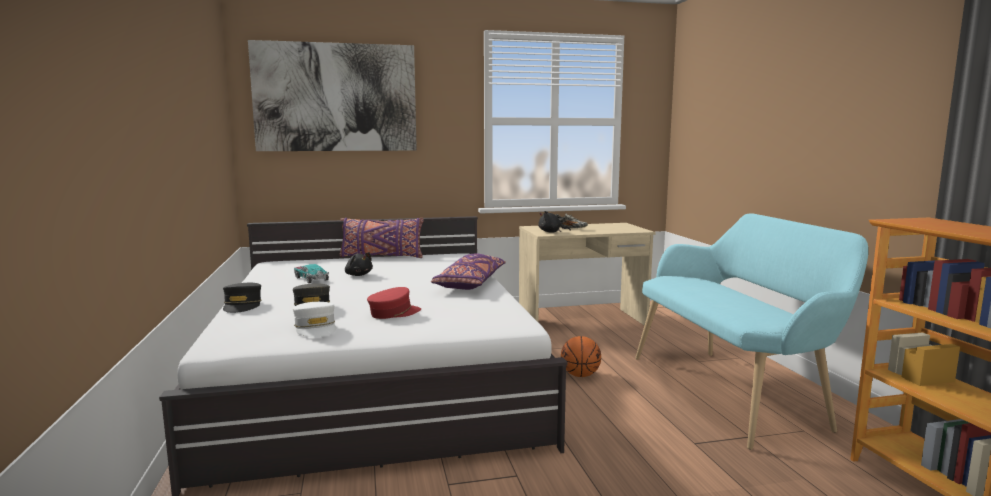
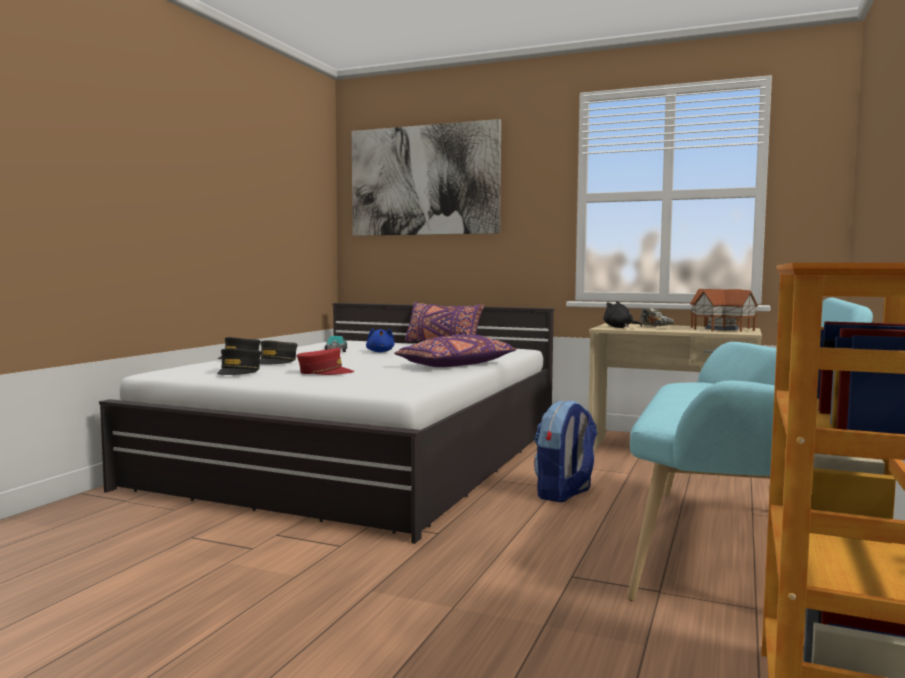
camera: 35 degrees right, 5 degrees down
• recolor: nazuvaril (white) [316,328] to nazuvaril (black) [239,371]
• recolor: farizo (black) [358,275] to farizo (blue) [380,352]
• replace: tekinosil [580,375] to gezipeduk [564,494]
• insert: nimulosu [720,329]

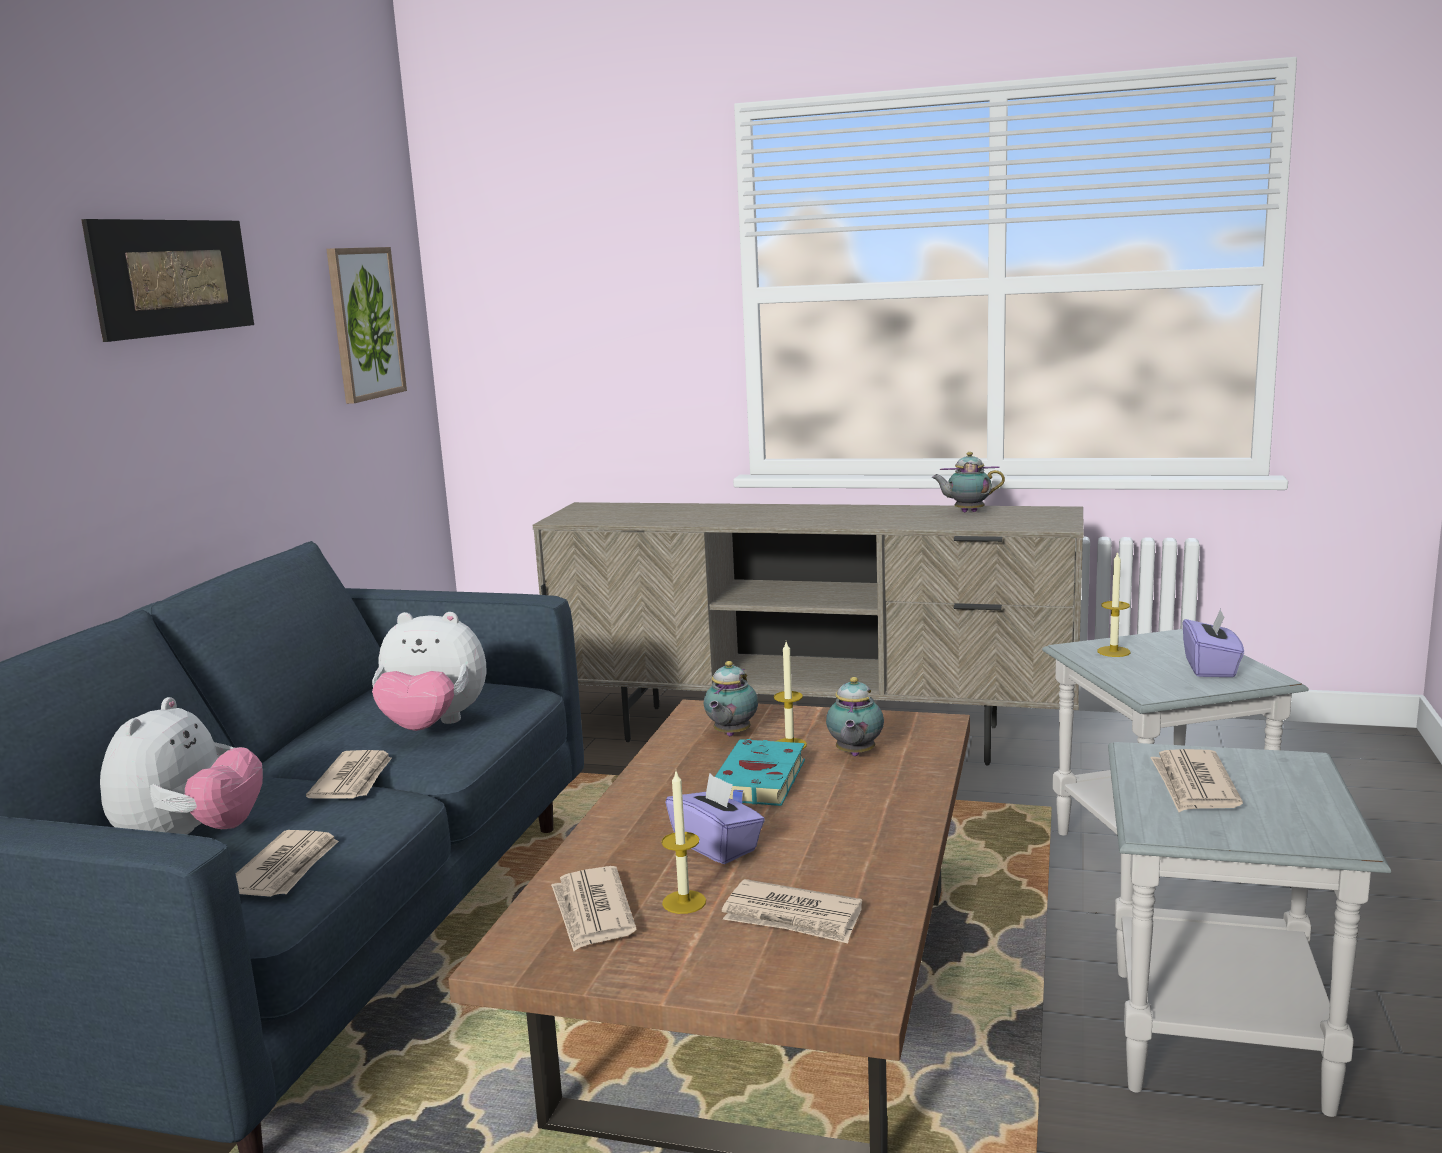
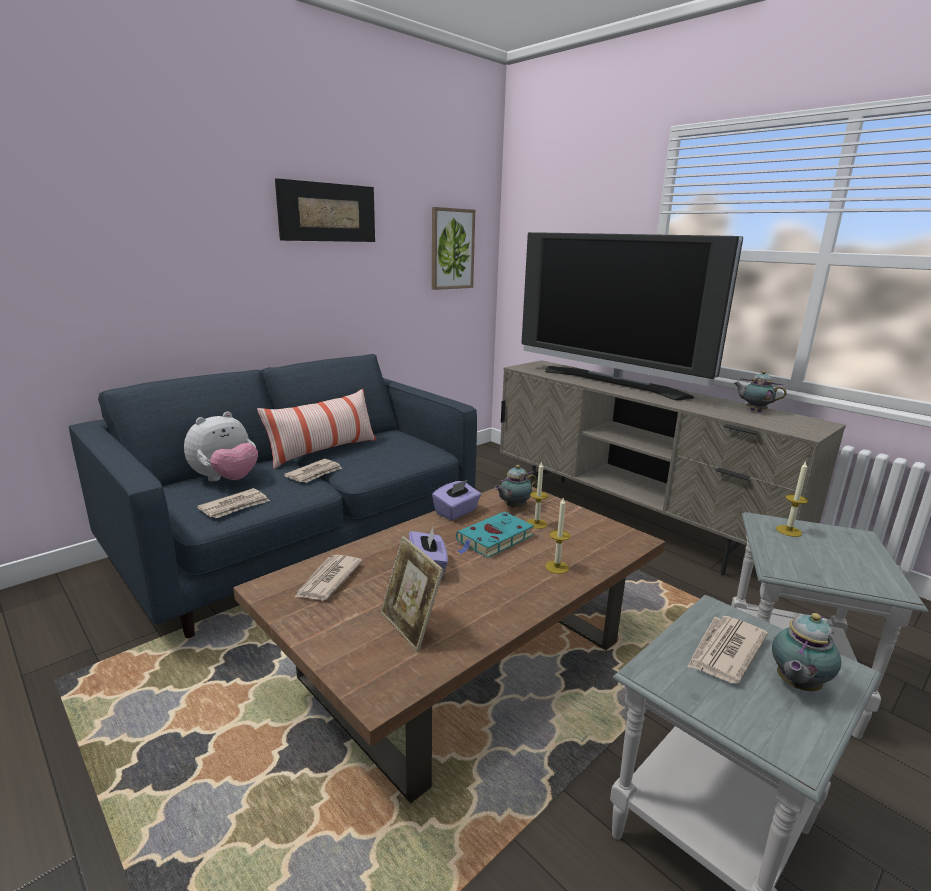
camera: 30 degrees right, 5 degrees up
• delete: farizo [433,726]
• move: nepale [684,902] to [557,567]
• replace: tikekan [793,917] to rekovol [410,627]
• move: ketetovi [854,754] to [795,685]
• move: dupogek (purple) [1211,668] to [456,512]
• insert: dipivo [323,451]
• insert: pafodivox [613,382]

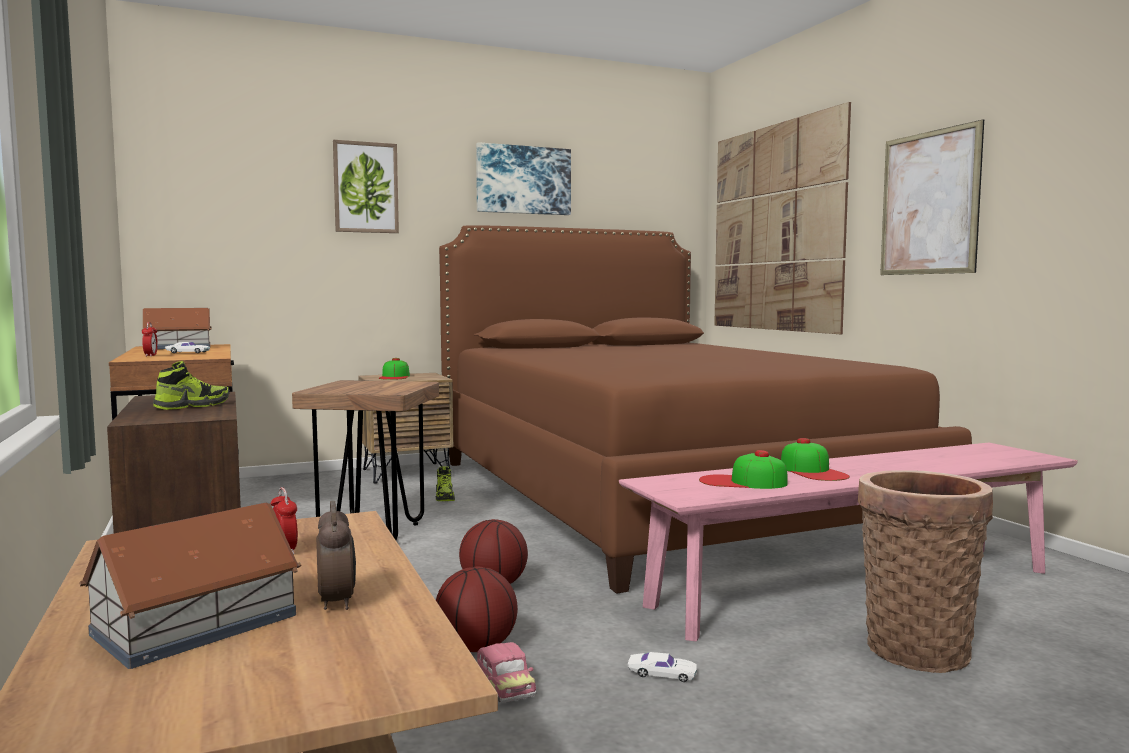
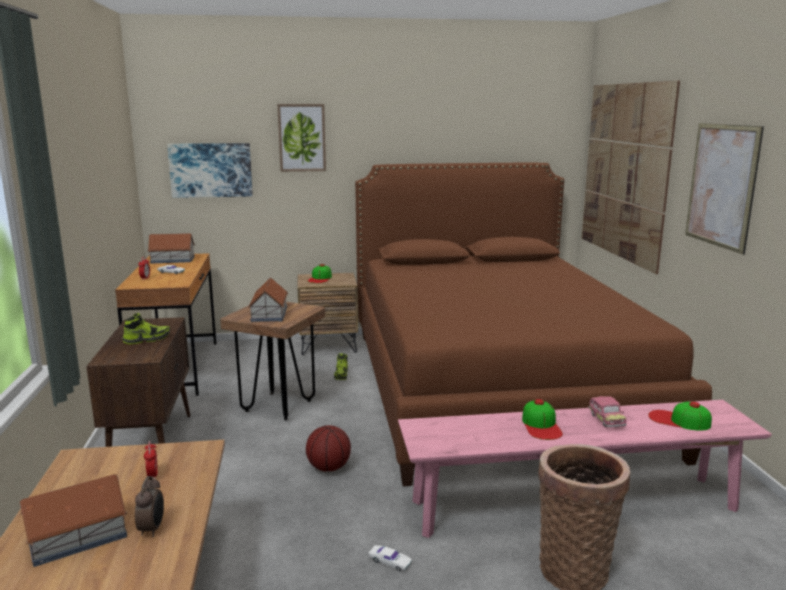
camera: 15 degrees right, 10 degrees up
• delete: tekinosil [475,647]
• move: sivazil [523,180] to [211,170]
• move: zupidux [505,687] to [606,419]
• move: nazuvaril [742,482] to [679,420]
• insert: nimulosu [269,314]

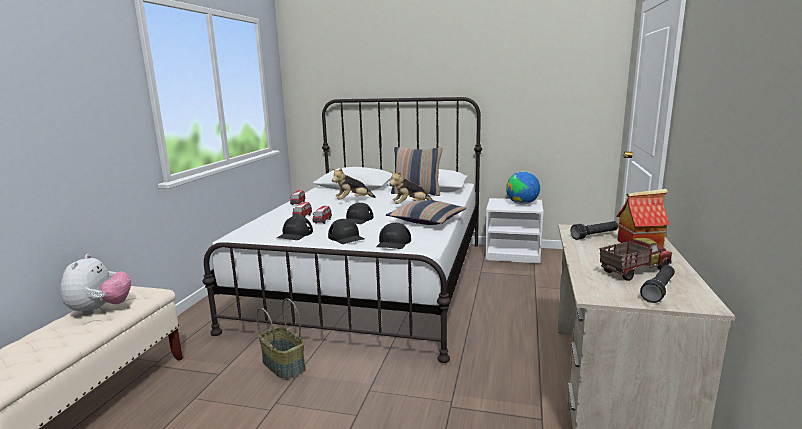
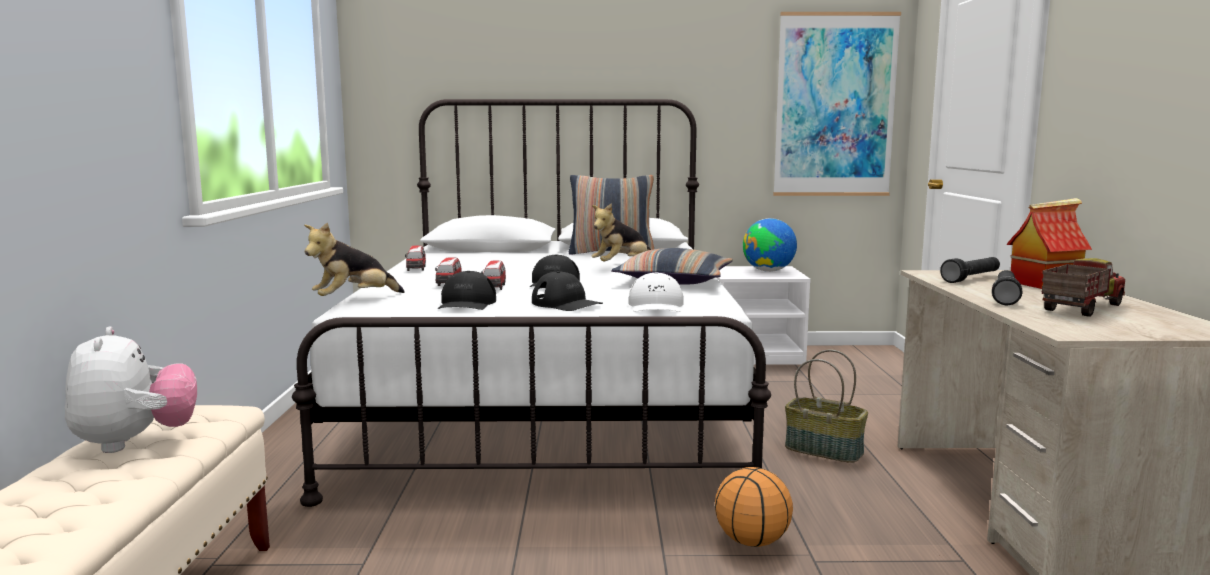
camera: 15 degrees left, 5 degrees down
• move: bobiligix [284,365] to [825,450]
• move: farizo [353,201] to [354,300]
• recolor: nazuvaril (black) [393,243] to nazuvaril (white) [656,306]
• move: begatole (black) [659,290] to [1005,297]
• insert: tekinosil [753,542]
• insert: sivazil [835,105]

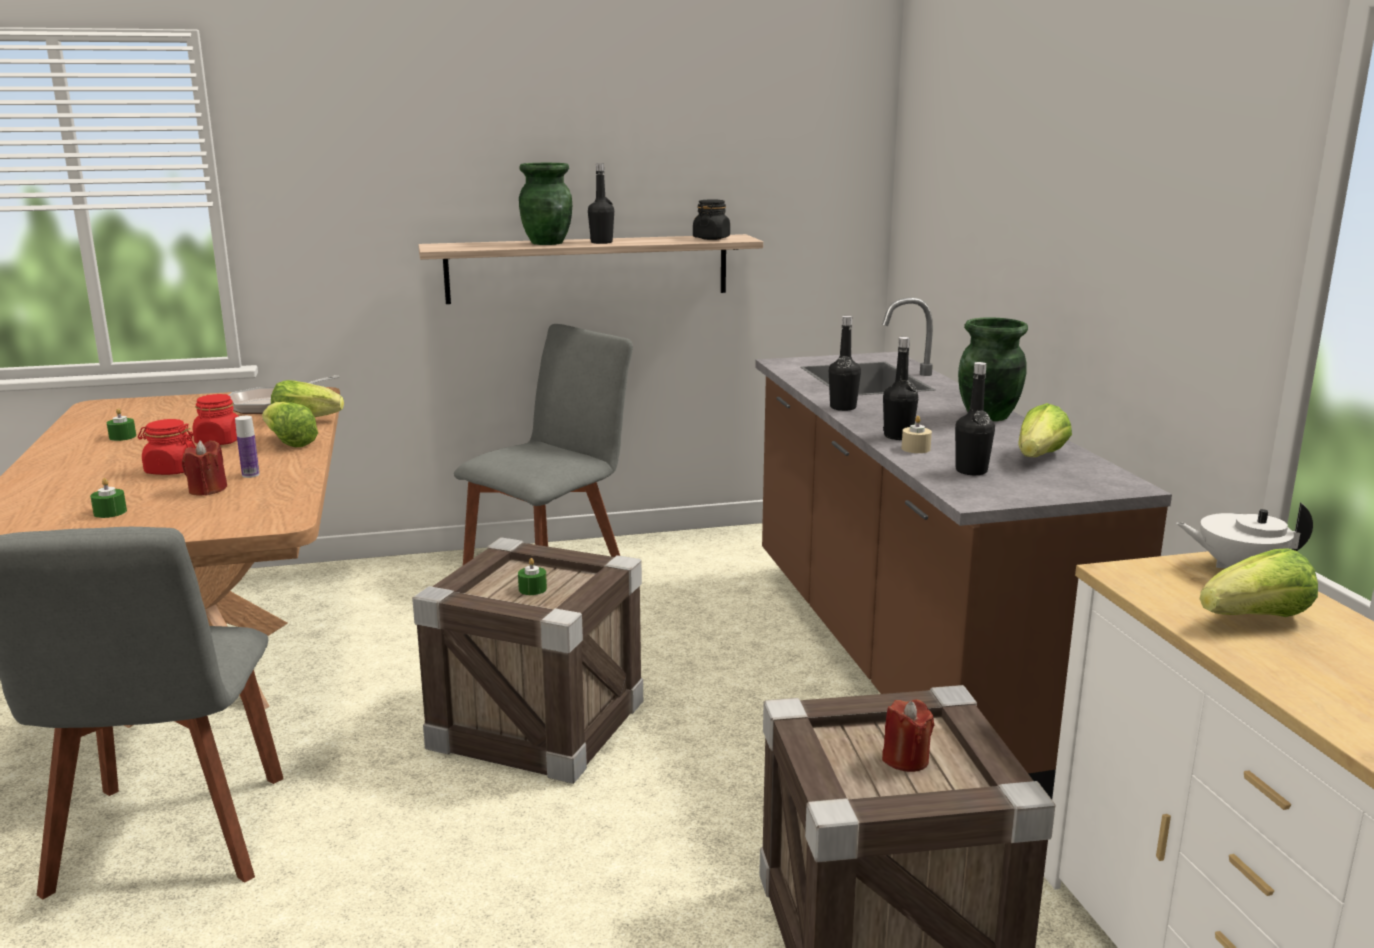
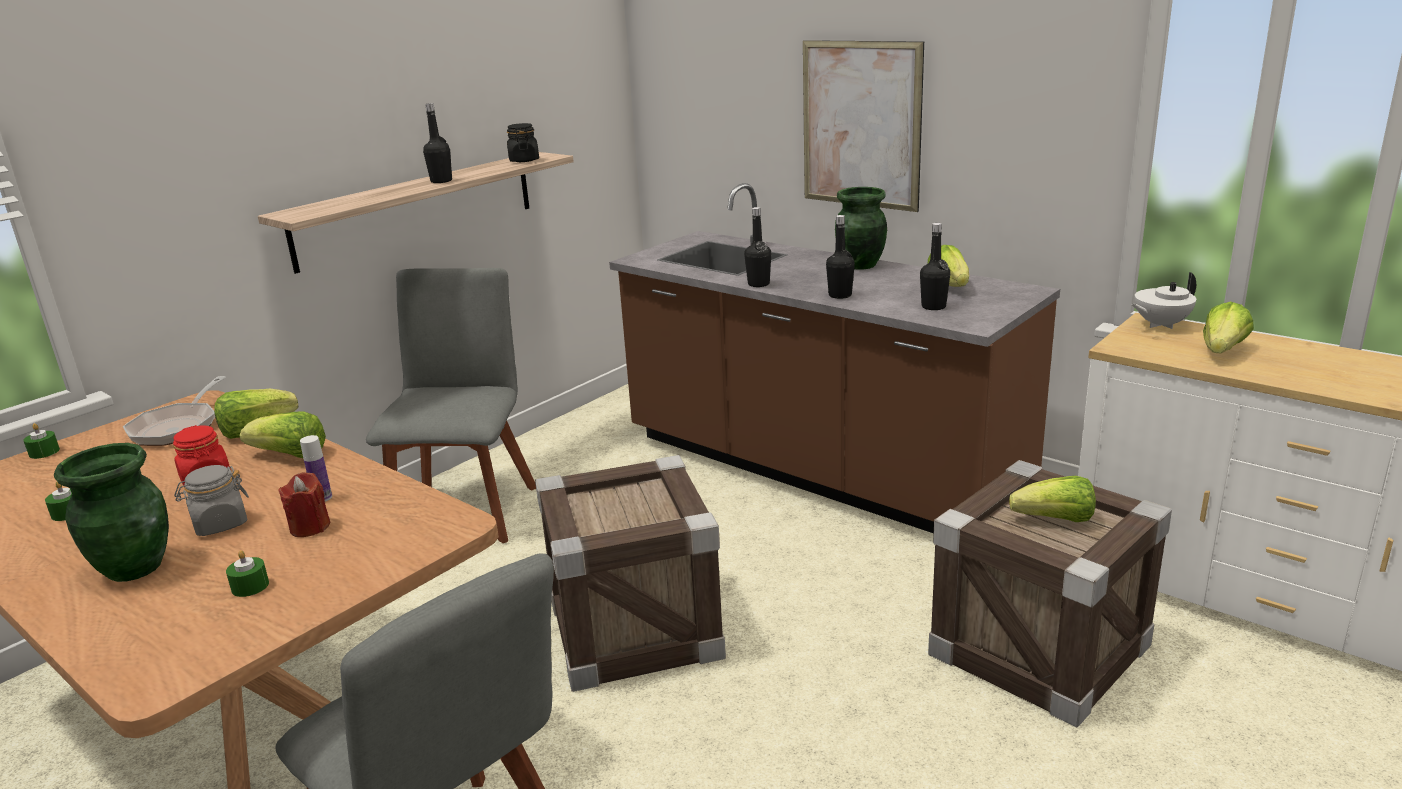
camera: 35 degrees left, 5 degrees up
• recolor: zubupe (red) [171,470] to zubupe (grey) [220,524]
• move: nepale (green) [532,589] to [44,452]
• move: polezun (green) [548,243] to [136,567]
• replace: nepale (red) [905,759] to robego [1055,520]
• delete: nepale (beige) [915,449]
• insert: sivazil [860,125]

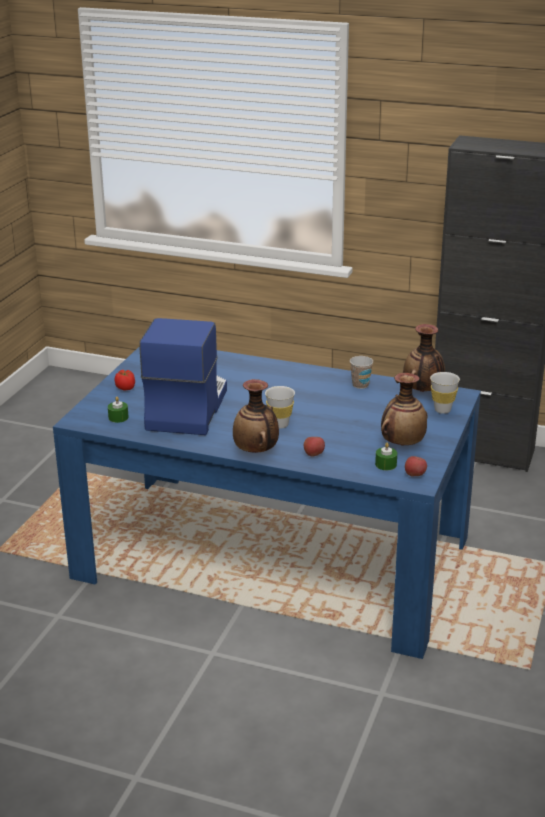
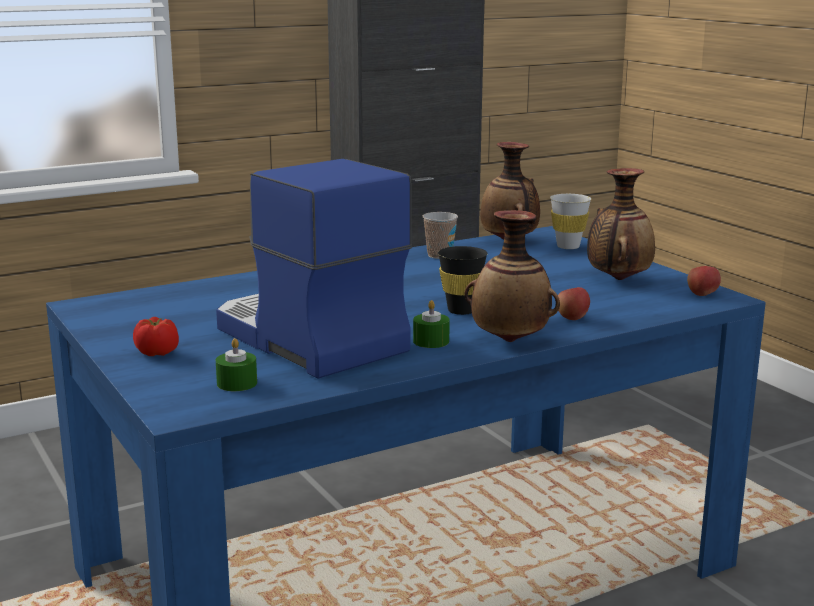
camera: 50 degrees left, 10 degrees down
• recolor: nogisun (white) [280,425] to nogisun (black) [461,310]
• move: nepale (green) [386,464] to [431,341]

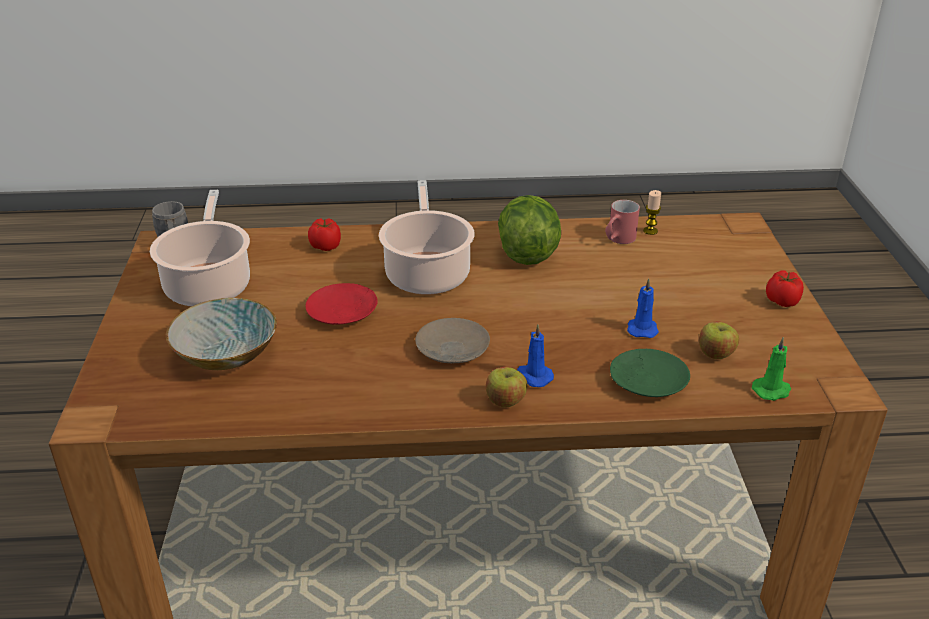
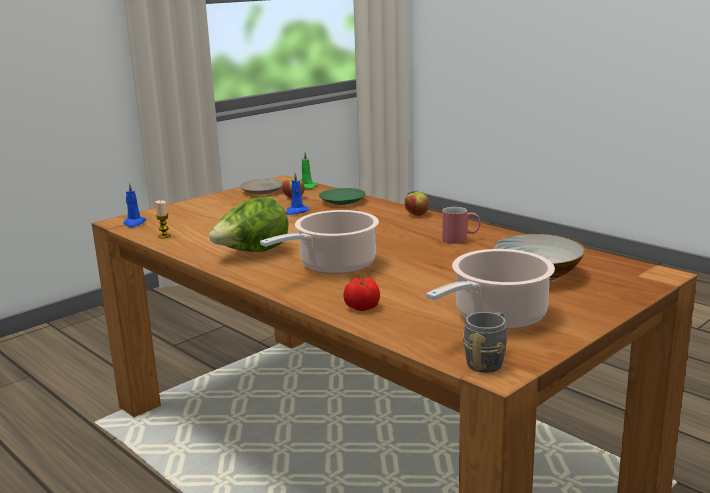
camera: 130 degrees left, 15 degrees down
• delete: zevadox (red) [343,312]
• move: zevadox (beige) [452,349] to [262,191]
• move: nepale (blue) [533,376] to [134,223]
• move: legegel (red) [618,240] to [461,239]
• delete: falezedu [783,301]

